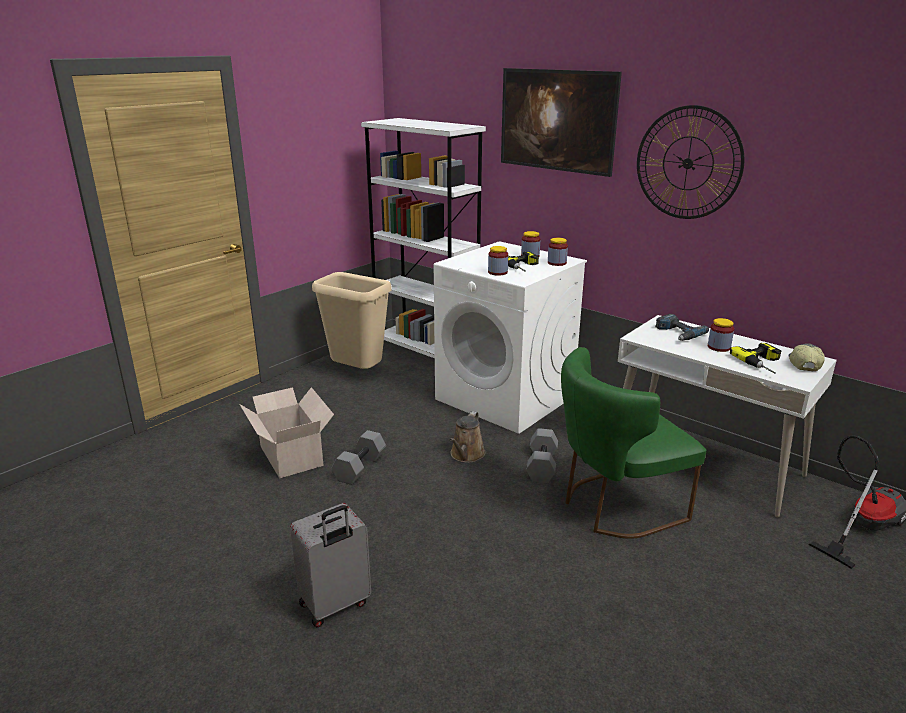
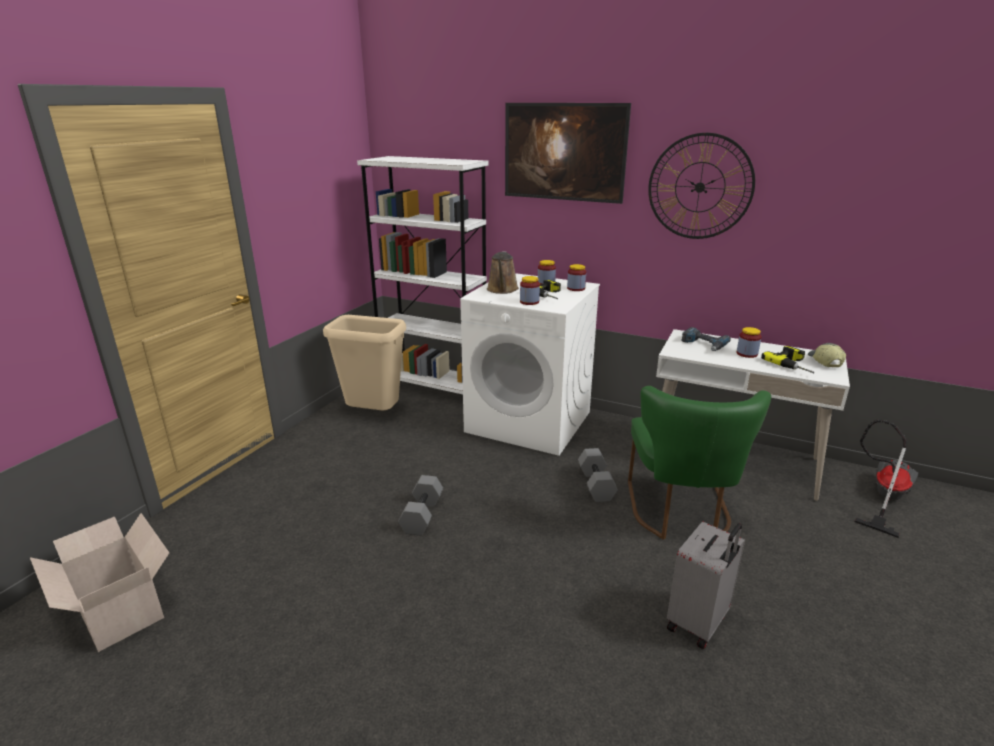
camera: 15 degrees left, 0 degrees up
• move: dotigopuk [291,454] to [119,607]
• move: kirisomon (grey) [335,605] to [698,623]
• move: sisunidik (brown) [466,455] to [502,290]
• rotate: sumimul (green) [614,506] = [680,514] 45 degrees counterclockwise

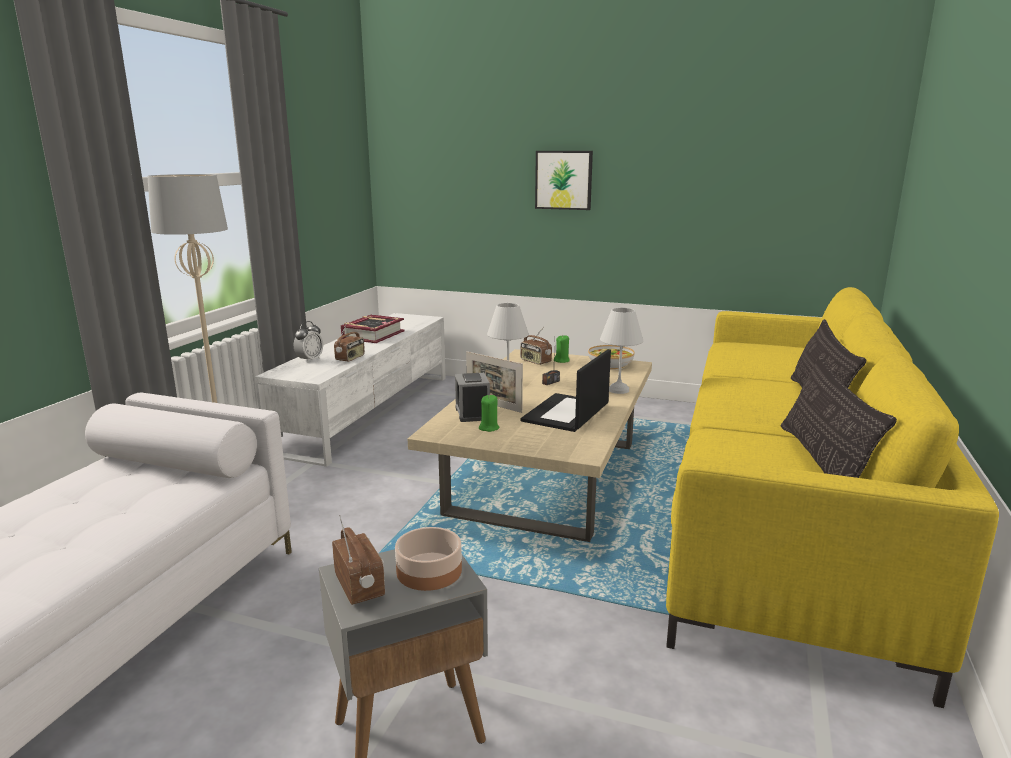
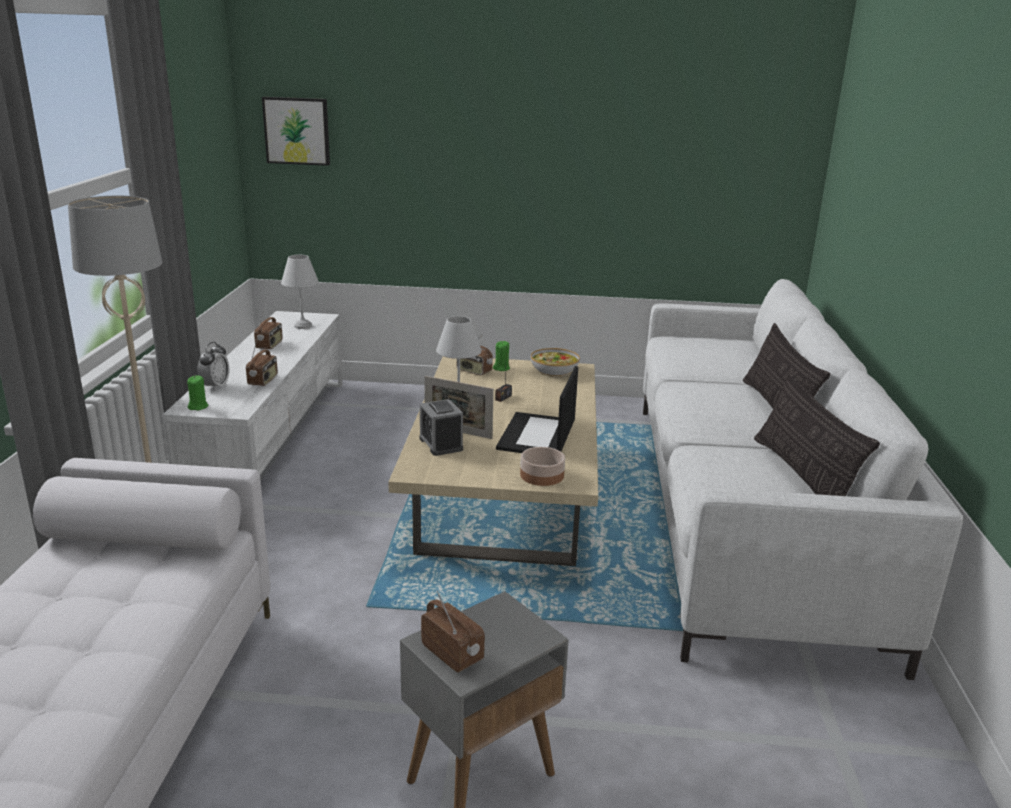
camera: 15 degrees left, 5 degrees up
• replace: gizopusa [373,335] to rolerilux [270,345]
• move: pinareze [429,570] to [542,475]
• move: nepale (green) [489,428] to [198,406]
• move: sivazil [564,180] to [297,131]
• move: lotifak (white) [619,390] to [303,326]
• recolor: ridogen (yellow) [784,512] to ridogen (white) [743,512]

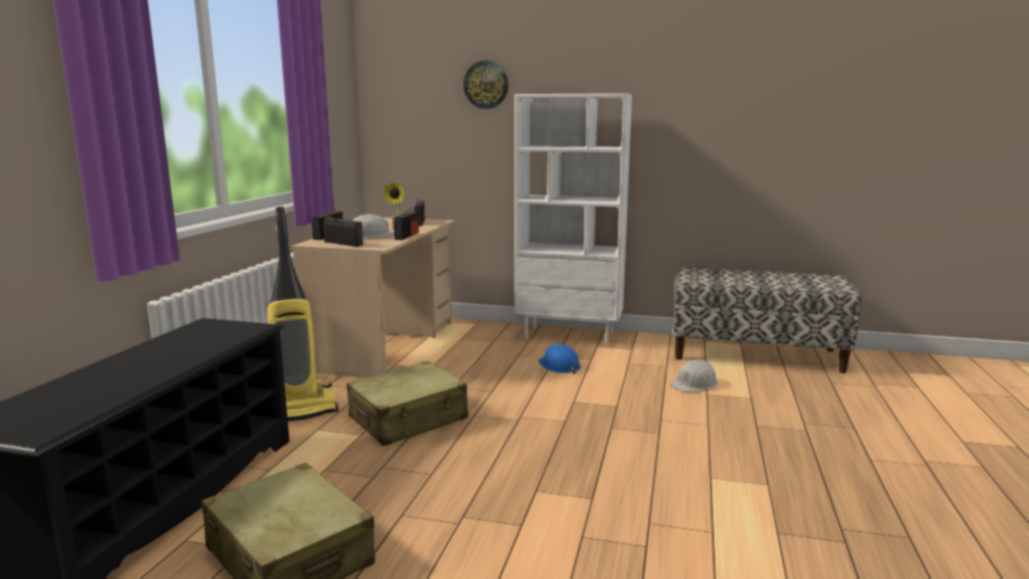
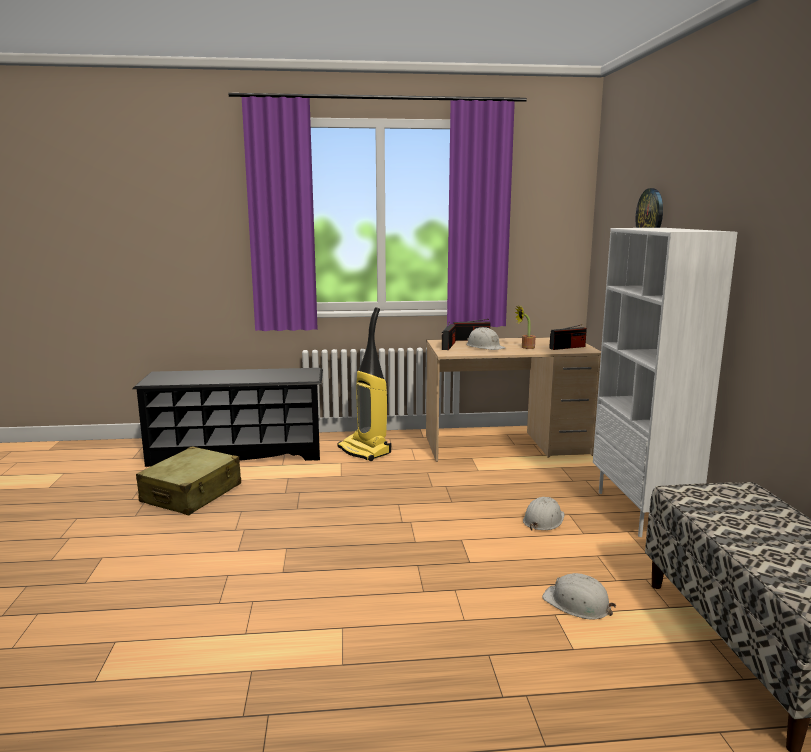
camera: 70 degrees right, 0 degrees up
• delete: kirisomon (beige) [408,419]
• delete: rolerilux [407,236]
• recolor: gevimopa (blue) [559,366] to gevimopa (white) [543,520]

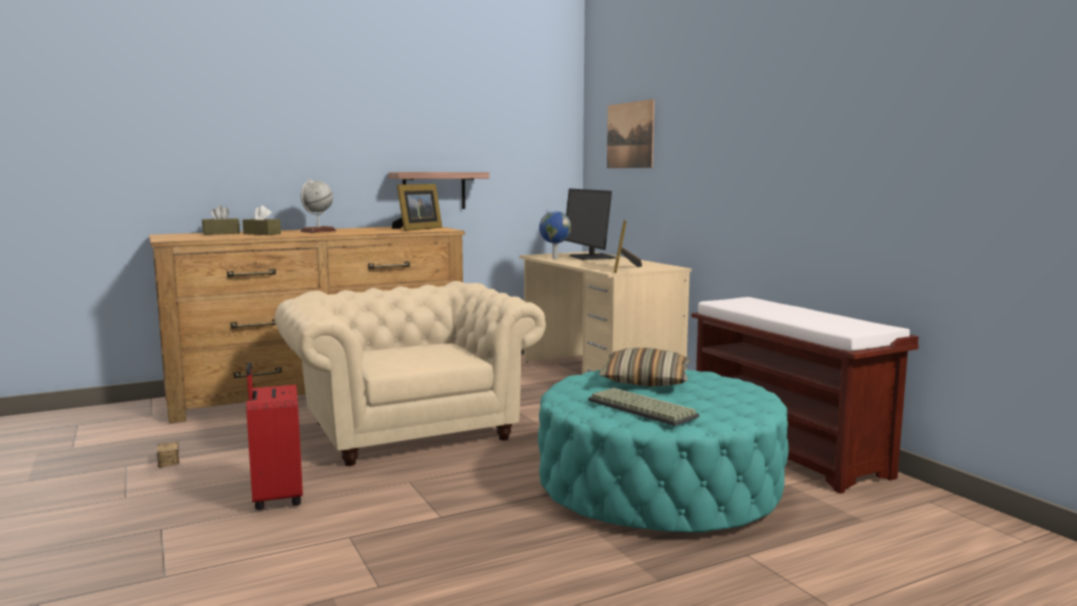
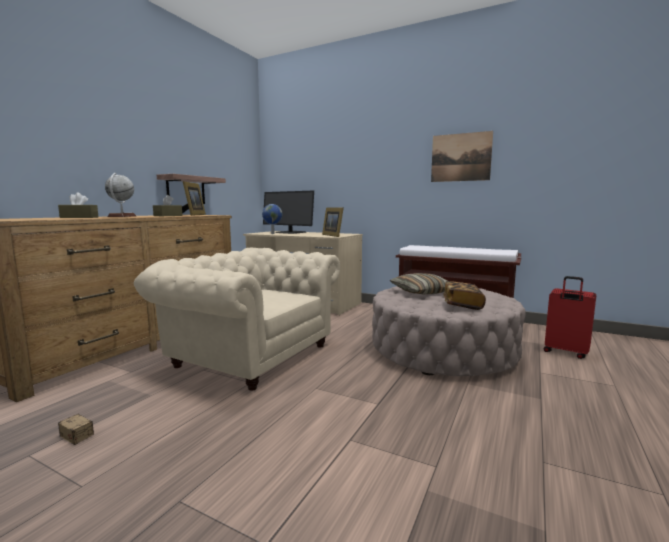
camera: 35 degrees left, 0 degrees up
• move: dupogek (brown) [221,233] to [168,216]
• move: kirisomon (red) [276,498] to [565,352]
• recolor: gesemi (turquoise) [658,486] to gesemi (beige) [442,350]
• replace: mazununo [639,408] to gizopusa [462,305]
• move: sivazil [630,135] to [460,157]

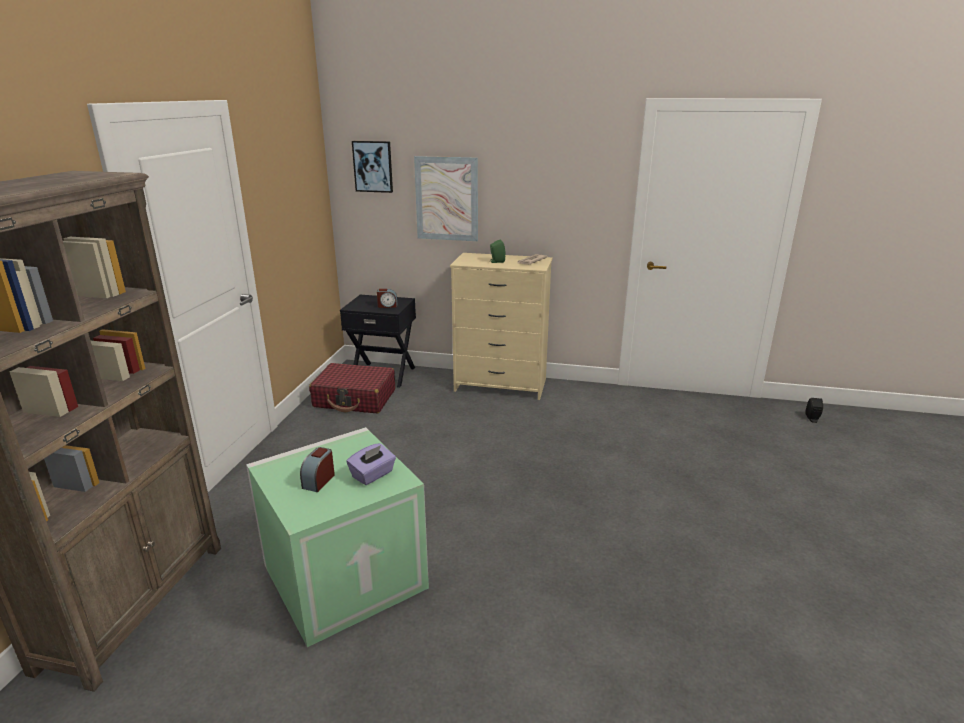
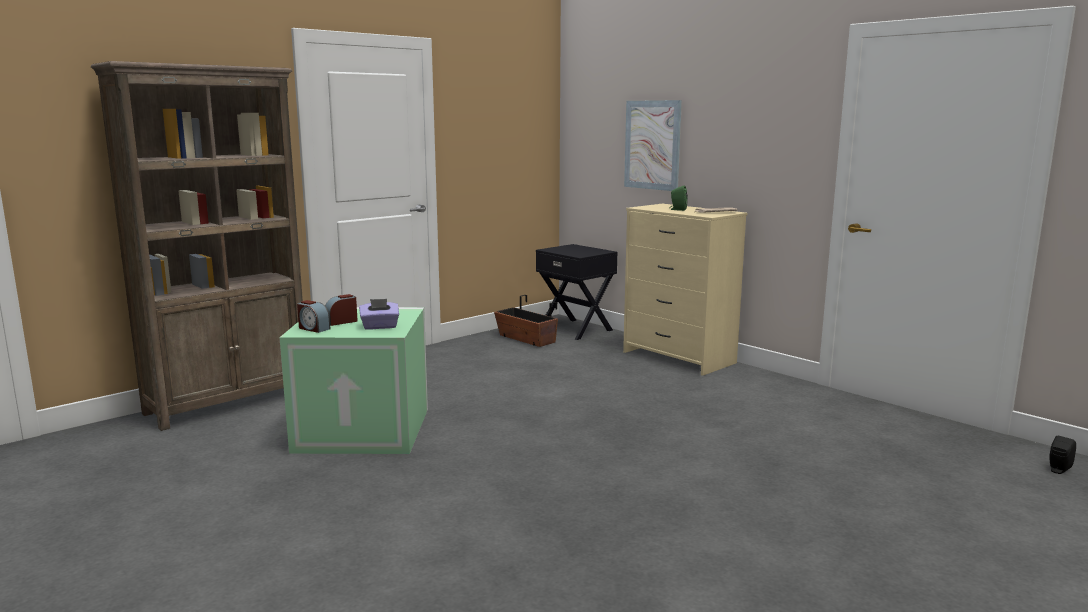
camera: 35 degrees right, 10 degrees down
• replace: kirisomon (red) [355,399] to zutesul [526,339]
• delete: sivazil [373,166]
• move: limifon [387,306] to [313,328]

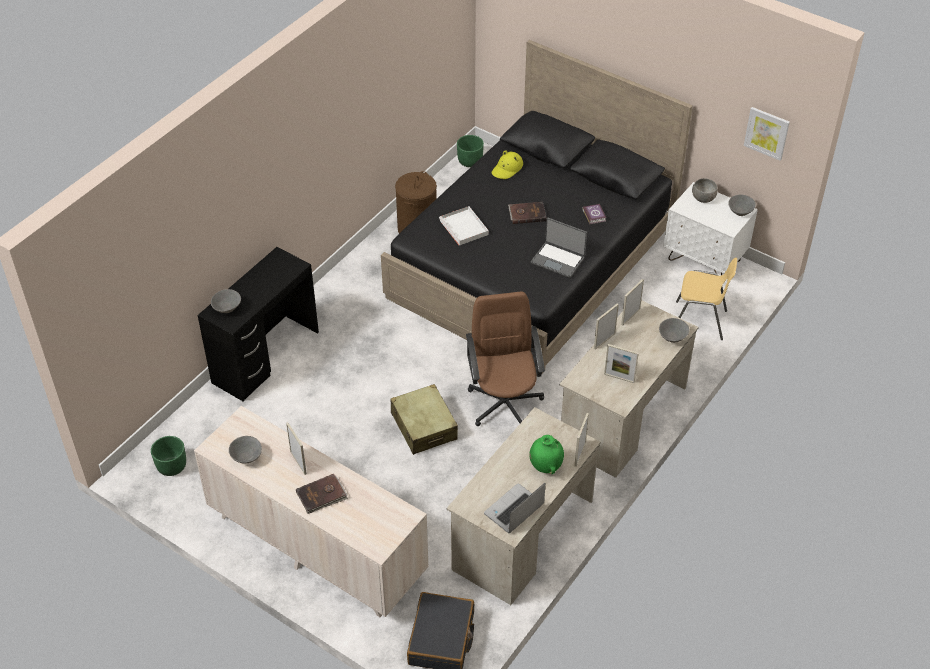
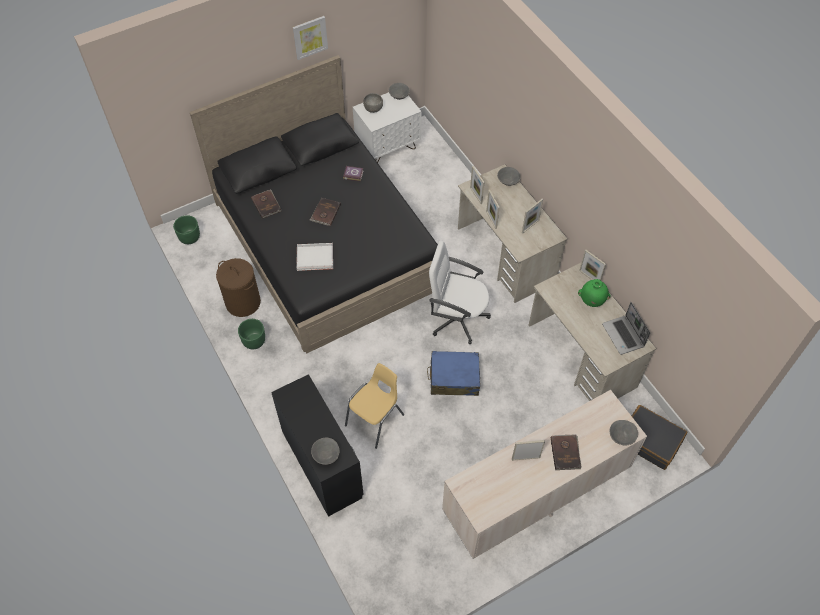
camera: 65 degrees left, 10 degrees up
• move: zutesul (green) [171,466] to [254,341]
• move: pinareze (grey) [247,457] to [621,437]
• recolor: kirisomon (beige) [424,426] to kirisomon (blue) [454,378]
• recolor: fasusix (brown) [504,402] to fasusix (white) [457,318]
• replace: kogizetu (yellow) [507,169] to gizopusa (brown) [266,204]
• delete: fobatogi [558,260]
• move: sumimul (yellow) [699,321] to [375,420]
• move: sivazil [767,133] to [310,37]

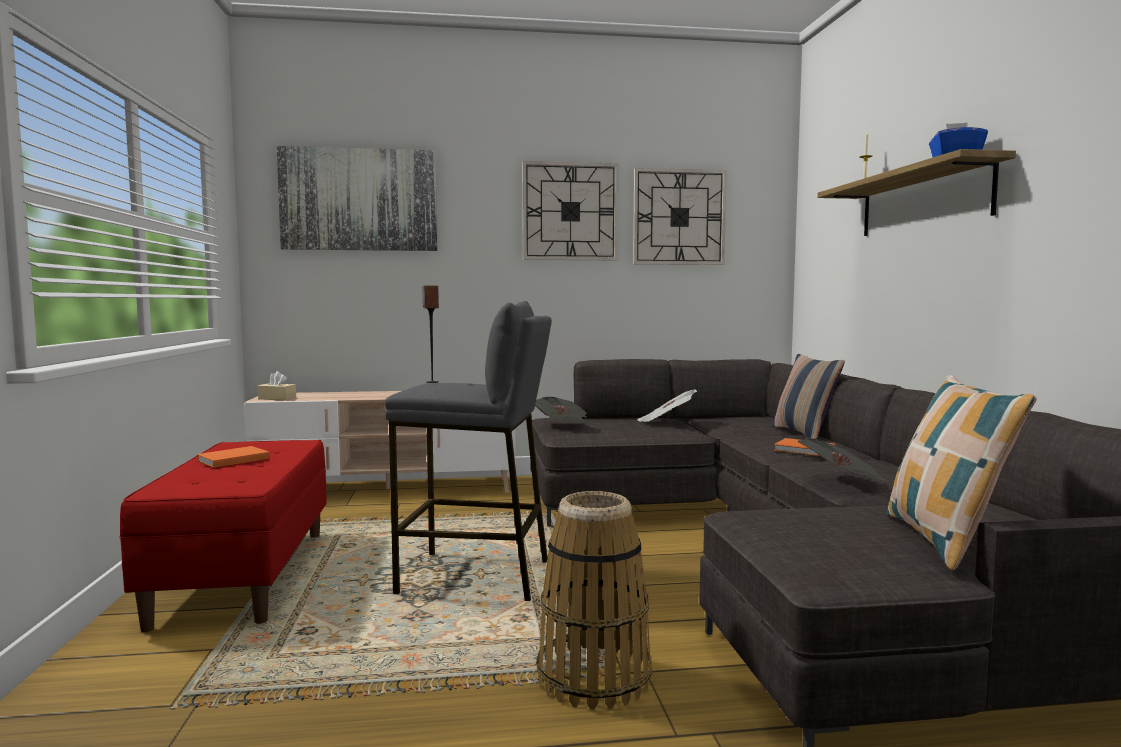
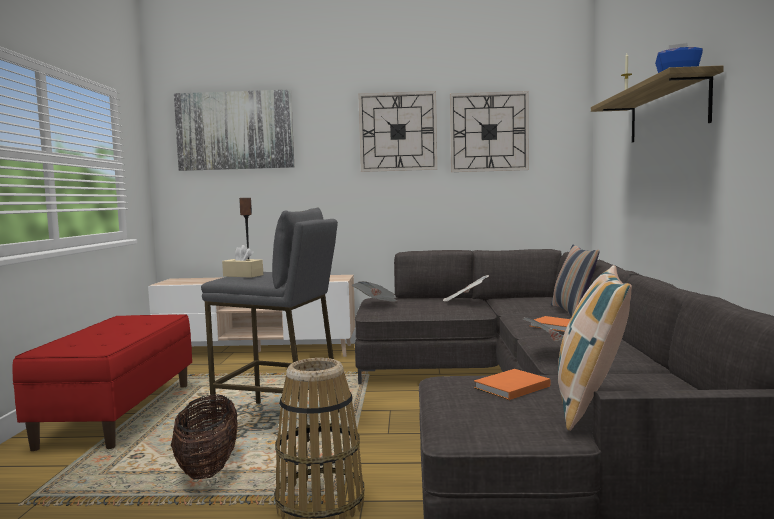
camera: 10 degrees right, 0 degrees up
• move: gizopusa (orange) [231,460] to [510,387]
• move: dupogek (beige) [277,398] to [243,275]
• insert: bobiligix [208,468]

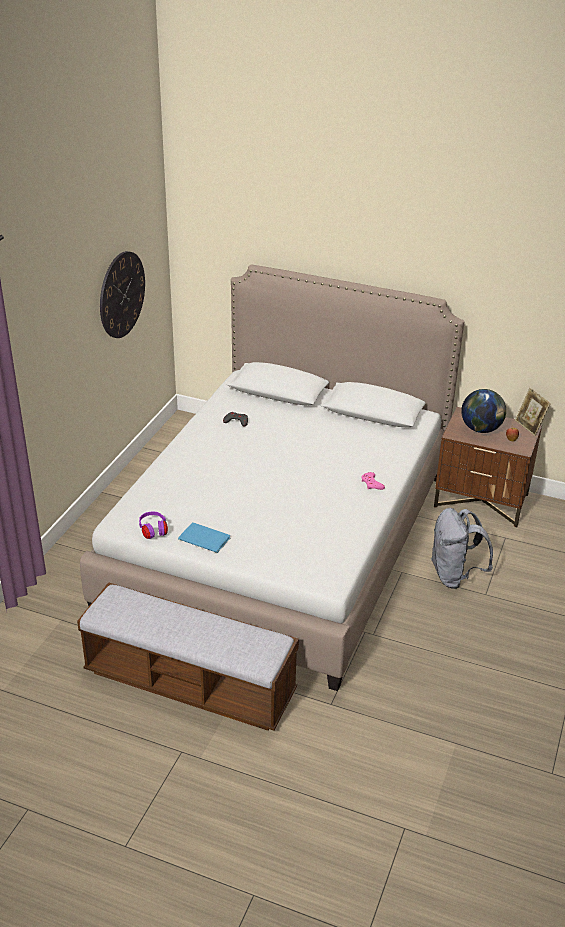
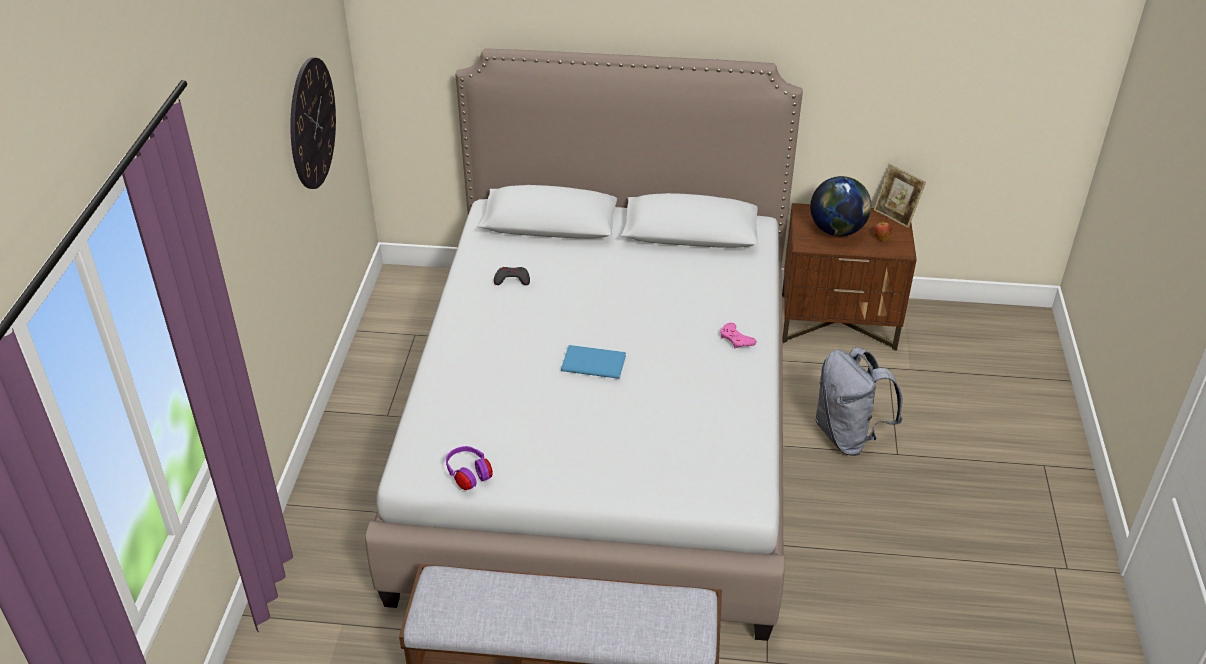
camera: 15 degrees left, 5 degrees up
• move: gizopusa (blue) [204,537] to [592,362]

